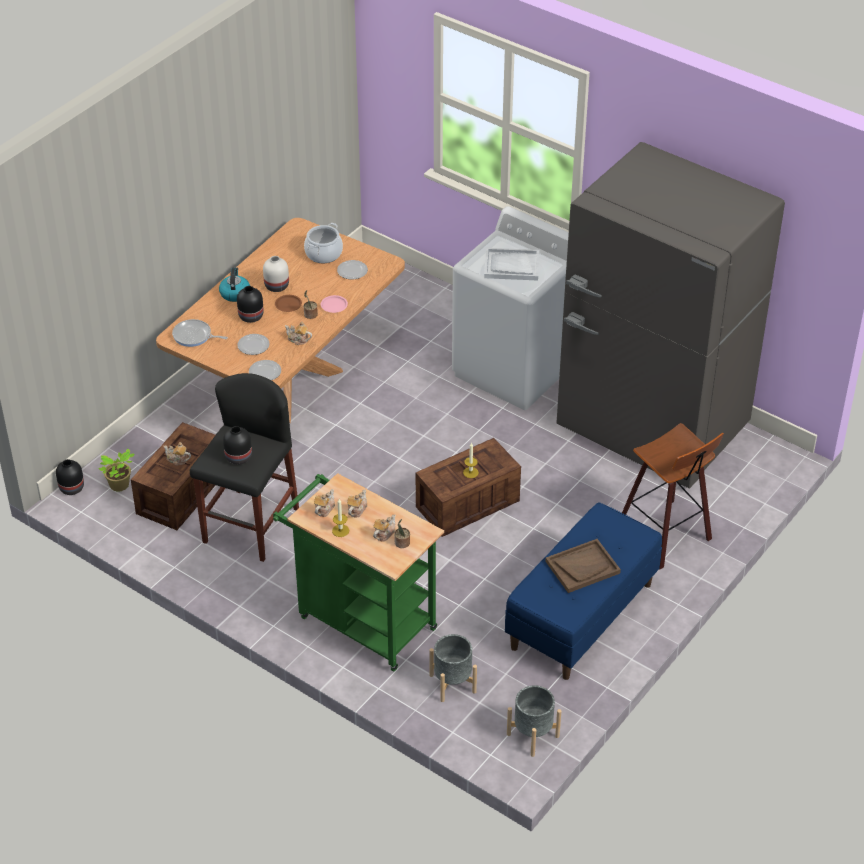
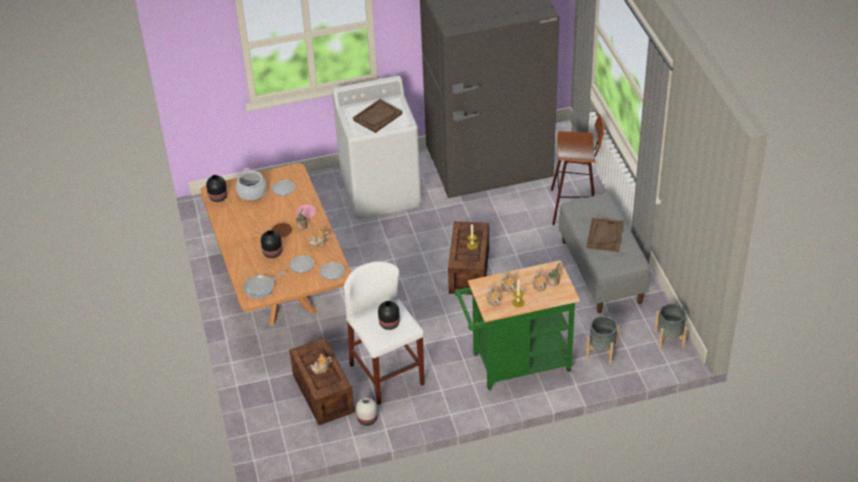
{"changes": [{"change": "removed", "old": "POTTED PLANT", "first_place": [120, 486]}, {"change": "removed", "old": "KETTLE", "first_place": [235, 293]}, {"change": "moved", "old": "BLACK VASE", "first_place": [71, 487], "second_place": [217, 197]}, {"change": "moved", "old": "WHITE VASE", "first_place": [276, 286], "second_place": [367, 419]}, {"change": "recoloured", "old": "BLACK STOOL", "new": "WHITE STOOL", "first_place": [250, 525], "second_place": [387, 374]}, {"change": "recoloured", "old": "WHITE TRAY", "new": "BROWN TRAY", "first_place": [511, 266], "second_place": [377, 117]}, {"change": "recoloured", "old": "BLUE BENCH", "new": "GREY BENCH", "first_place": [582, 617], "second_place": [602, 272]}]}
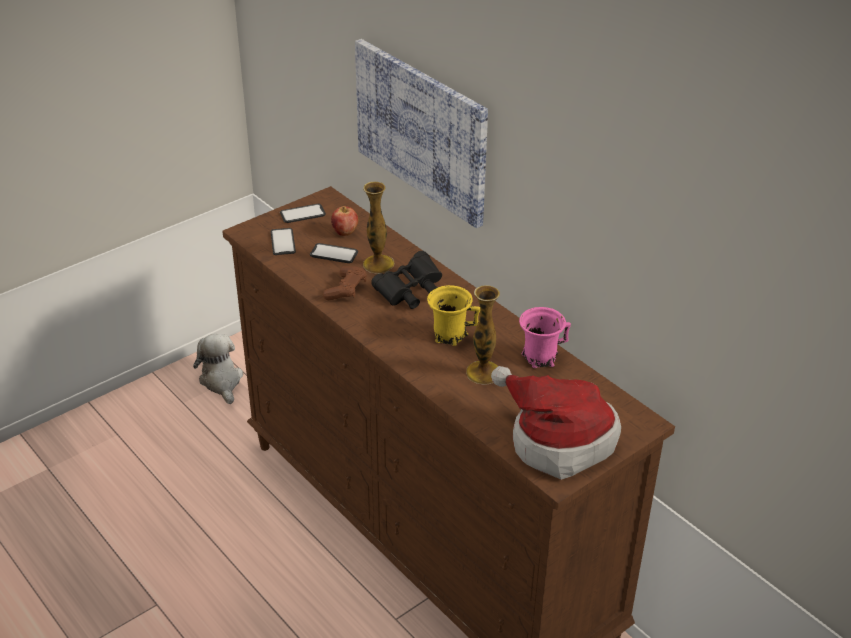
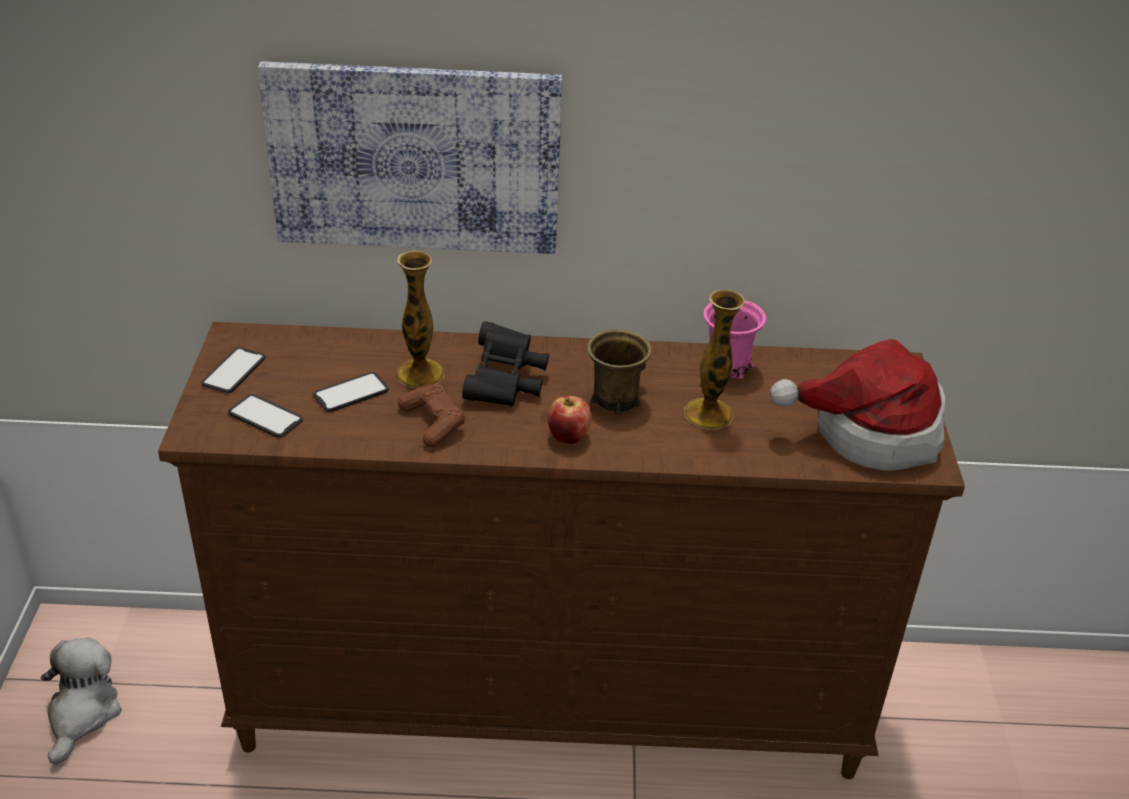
{"changes": [{"change": "moved", "old": "APPLE", "first_place": [345, 232], "second_place": [568, 437]}, {"change": "recoloured", "old": "YELLOW MUG", "new": "BROWN MUG", "first_place": [449, 334], "second_place": [615, 399]}, {"change": "turned", "old": "PLUSH TOY", "first_place": [221, 381], "second_place": [82, 714], "degrees": 75}]}
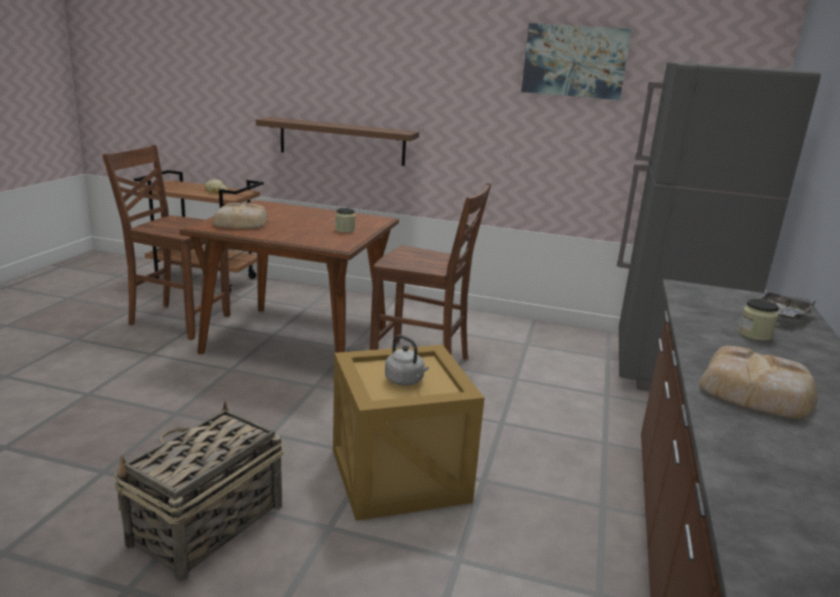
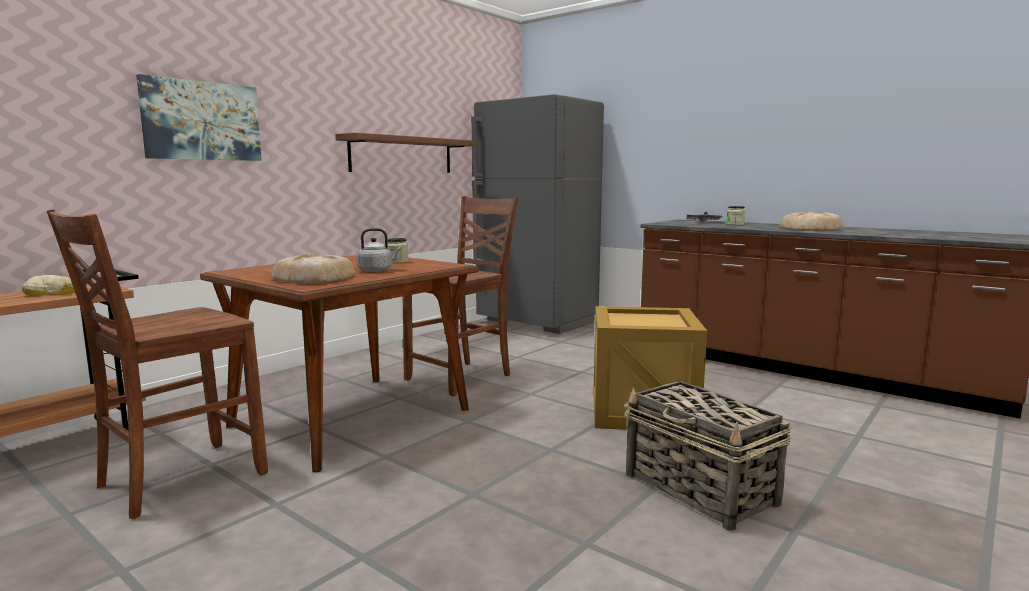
{"changes": [{"change": "moved", "old": "BROWN SHELF", "first_place": [342, 141], "second_place": [402, 155]}, {"change": "moved", "old": "GREY KETTLE", "first_place": [405, 381], "second_place": [377, 270]}, {"change": "moved", "old": "PICTURE", "first_place": [574, 61], "second_place": [202, 121]}]}
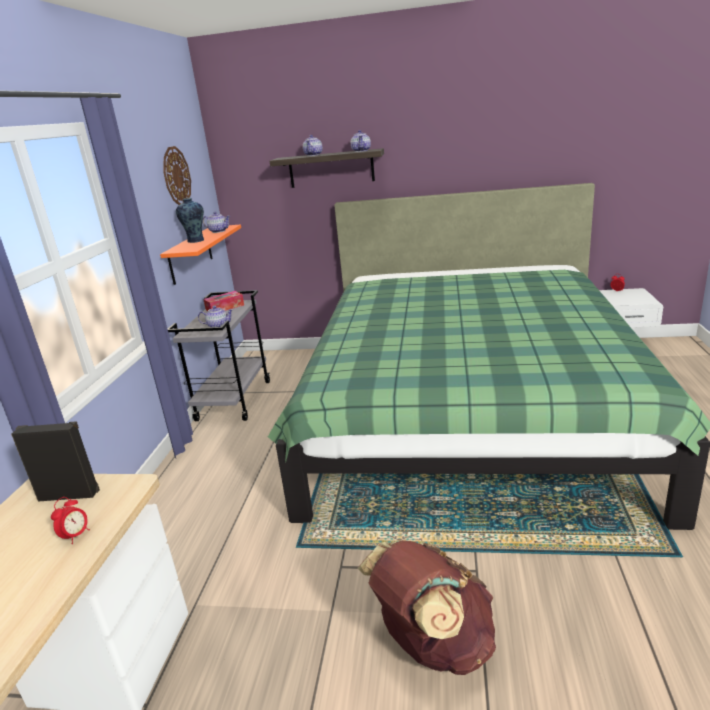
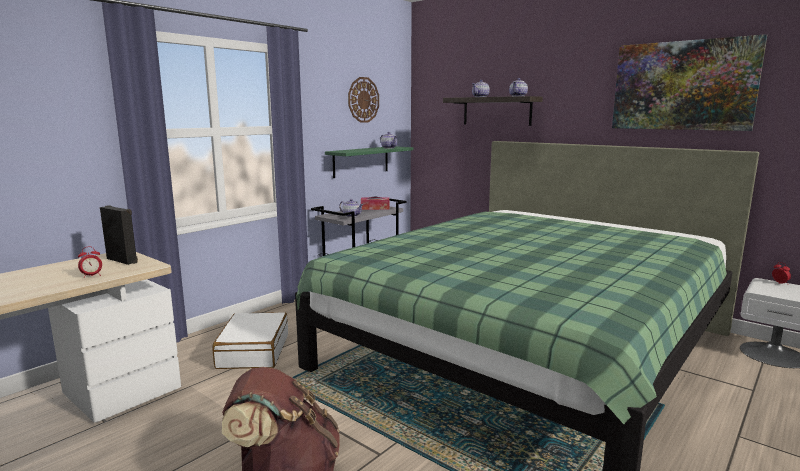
{"changes": [{"change": "removed", "old": "VASE", "first_place": [195, 241]}, {"change": "added", "new": "WHITE SUITCASE", "second_place": [253, 351]}, {"change": "added", "new": "PICTURE", "second_place": [683, 86]}, {"change": "recoloured", "old": "ORANGE SHELF", "new": "GREEN SHELF", "first_place": [190, 255], "second_place": [361, 161]}]}
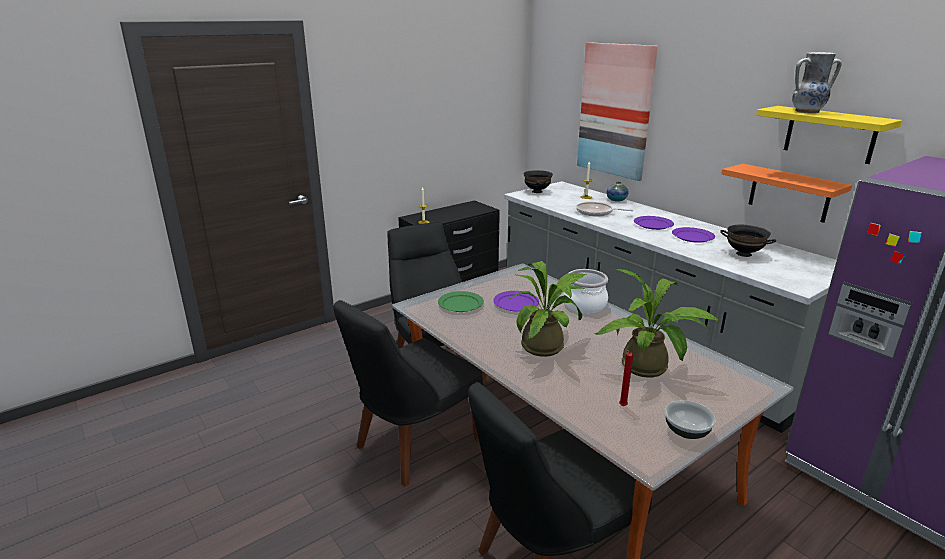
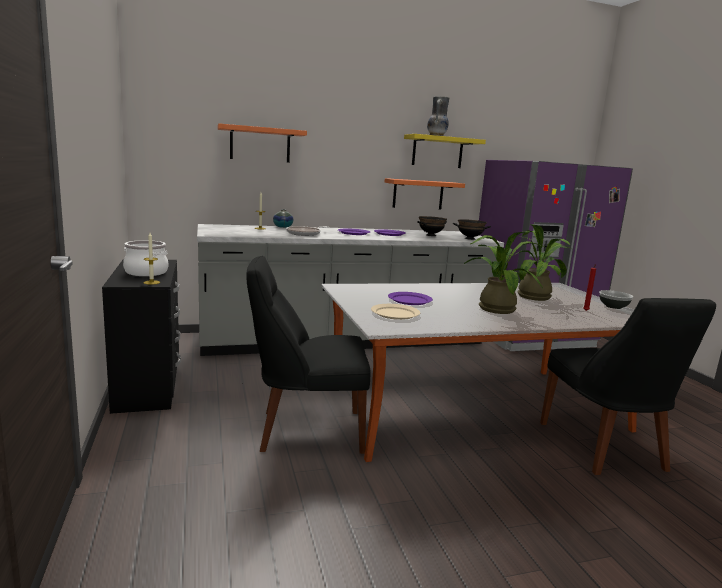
{"changes": [{"change": "removed", "old": "BLACK CHAIR", "first_place": [413, 445]}, {"change": "moved", "old": "BLACK BOWL", "first_place": [537, 191], "second_place": [470, 238]}, {"change": "moved", "old": "COOKING POT", "first_place": [584, 305], "second_place": [146, 272]}, {"change": "replaced", "old": "PICTURE", "new": "ORANGE SHELF", "first_place": [615, 110], "second_place": [260, 144]}, {"change": "recoloured", "old": "GREEN PLATE", "new": "BEIGE PLATE", "first_place": [460, 304], "second_place": [395, 314]}]}
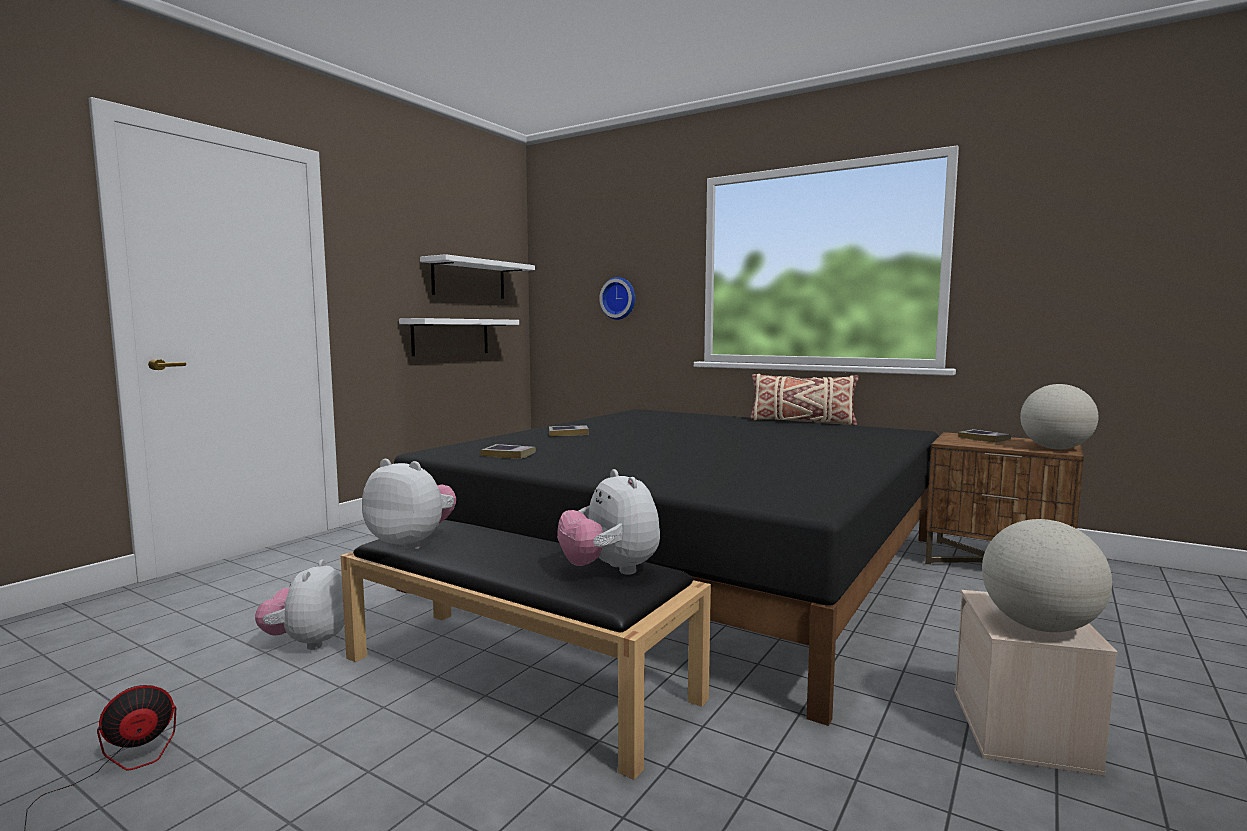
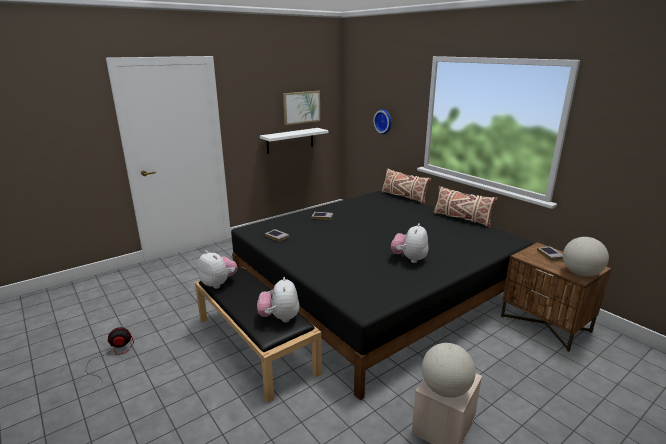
{"changes": [{"change": "added", "new": "BEIGE PILLOW", "second_place": [404, 197]}, {"change": "moved", "old": "PLUSH TOY", "first_place": [307, 642], "second_place": [409, 259]}, {"change": "replaced", "old": "WHITE SHELF", "new": "PICTURE", "first_place": [469, 279], "second_place": [301, 107]}]}
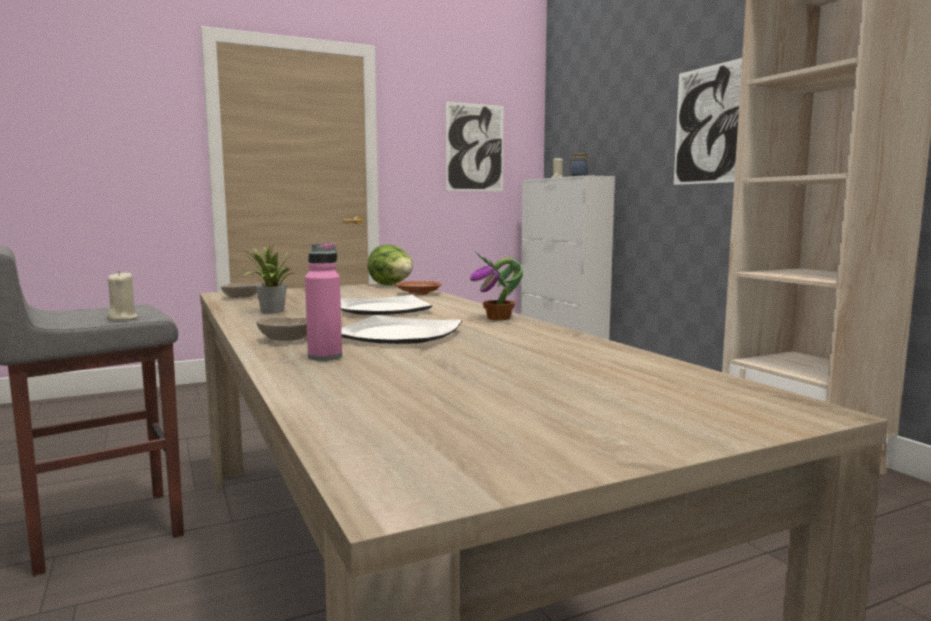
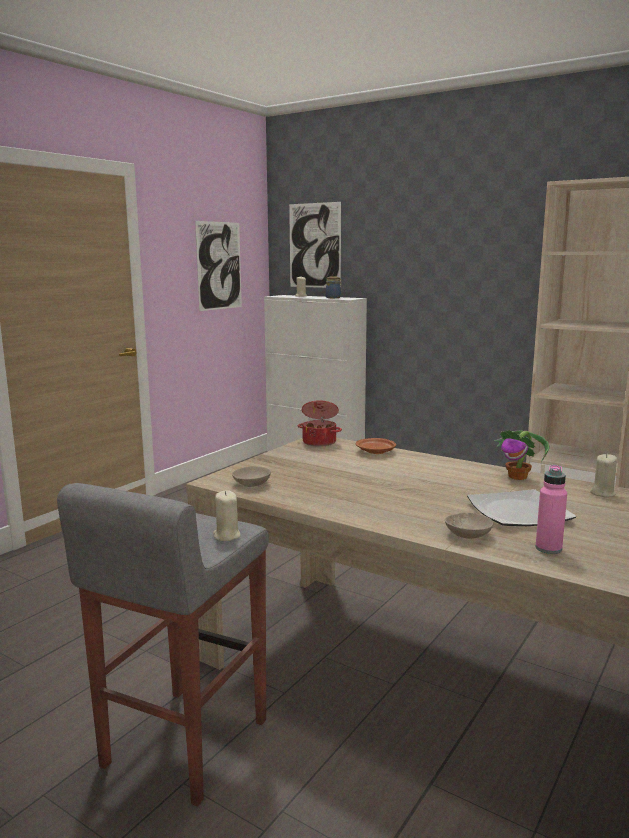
{"changes": [{"change": "removed", "old": "POTTED PLANT", "first_place": [270, 311]}, {"change": "removed", "old": "PLATE", "first_place": [381, 309]}, {"change": "added", "new": "BEIGE CANDLE", "second_place": [602, 493]}, {"change": "moved", "old": "PICTURE", "first_place": [707, 125], "second_place": [314, 245]}, {"change": "replaced", "old": "LETTUCE", "new": "COOKING POT", "first_place": [392, 285], "second_place": [319, 442]}]}
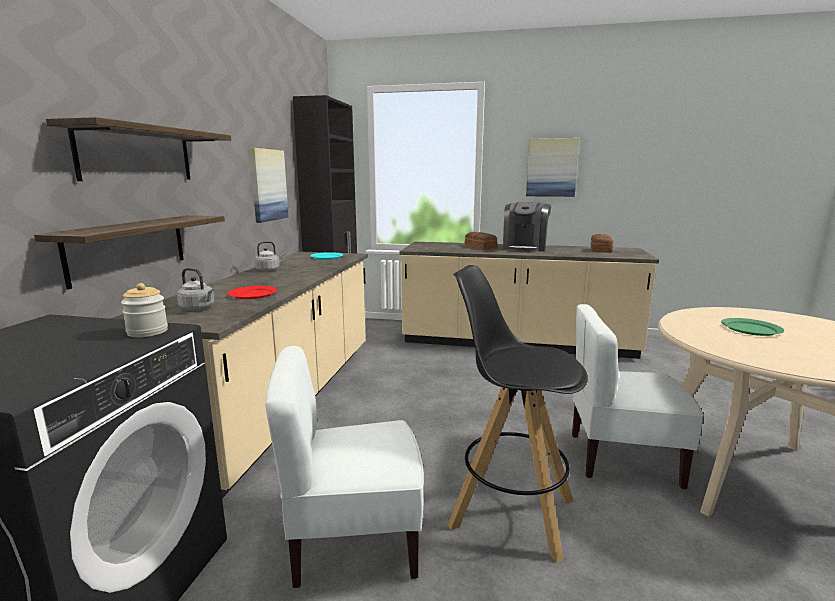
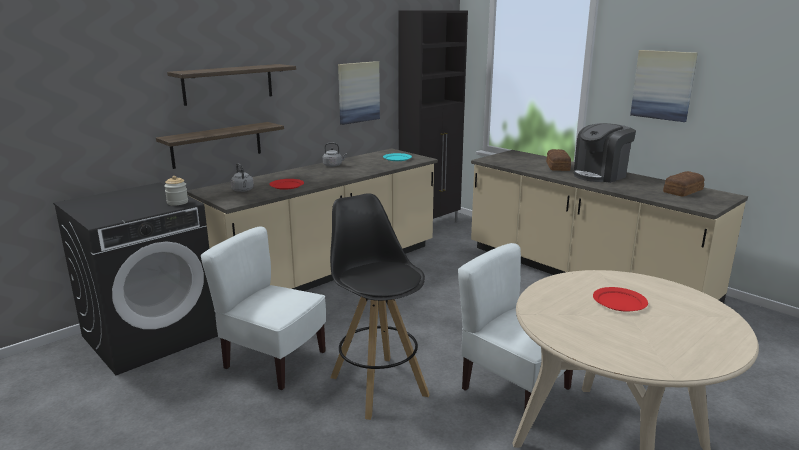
{"changes": [{"change": "recoloured", "old": "GREEN PLATE", "new": "RED PLATE", "first_place": [750, 329], "second_place": [619, 301]}]}
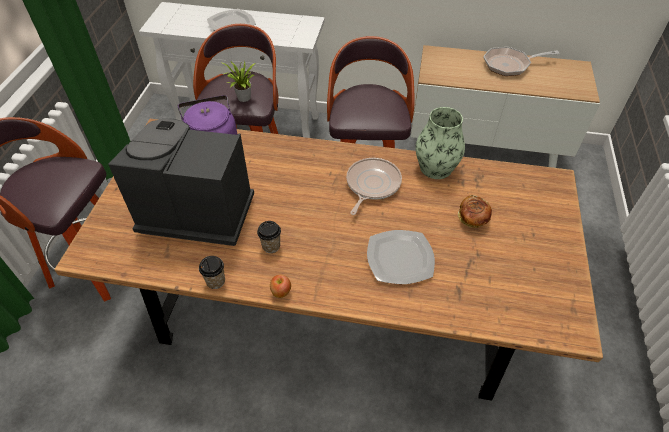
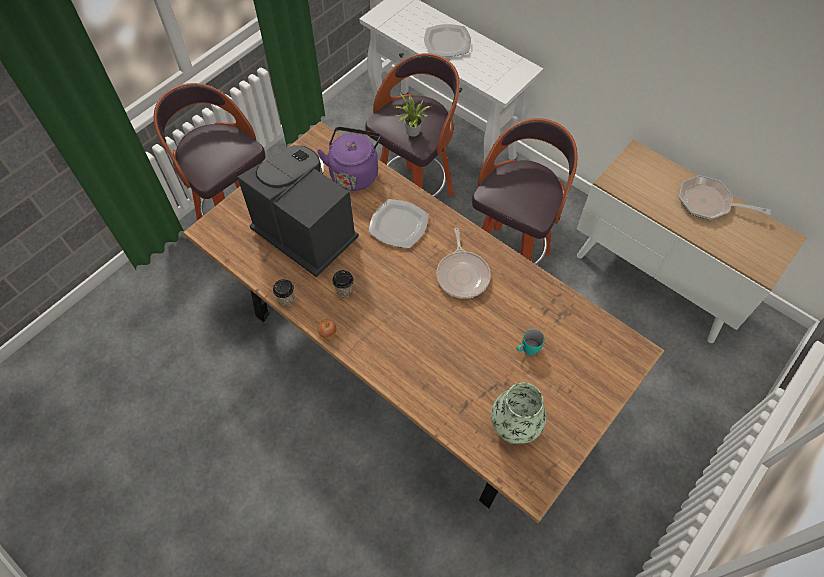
{"changes": [{"change": "moved", "old": "PLATE", "first_place": [401, 259], "second_place": [399, 225]}, {"change": "moved", "old": "VASE", "first_place": [436, 167], "second_place": [514, 426]}, {"change": "replaced", "old": "BREAD", "new": "TURQUOISE MUG", "first_place": [472, 219], "second_place": [527, 350]}, {"change": "turned", "old": "FRYING PAN", "first_place": [371, 185], "second_place": [462, 274], "degrees": 120}]}
